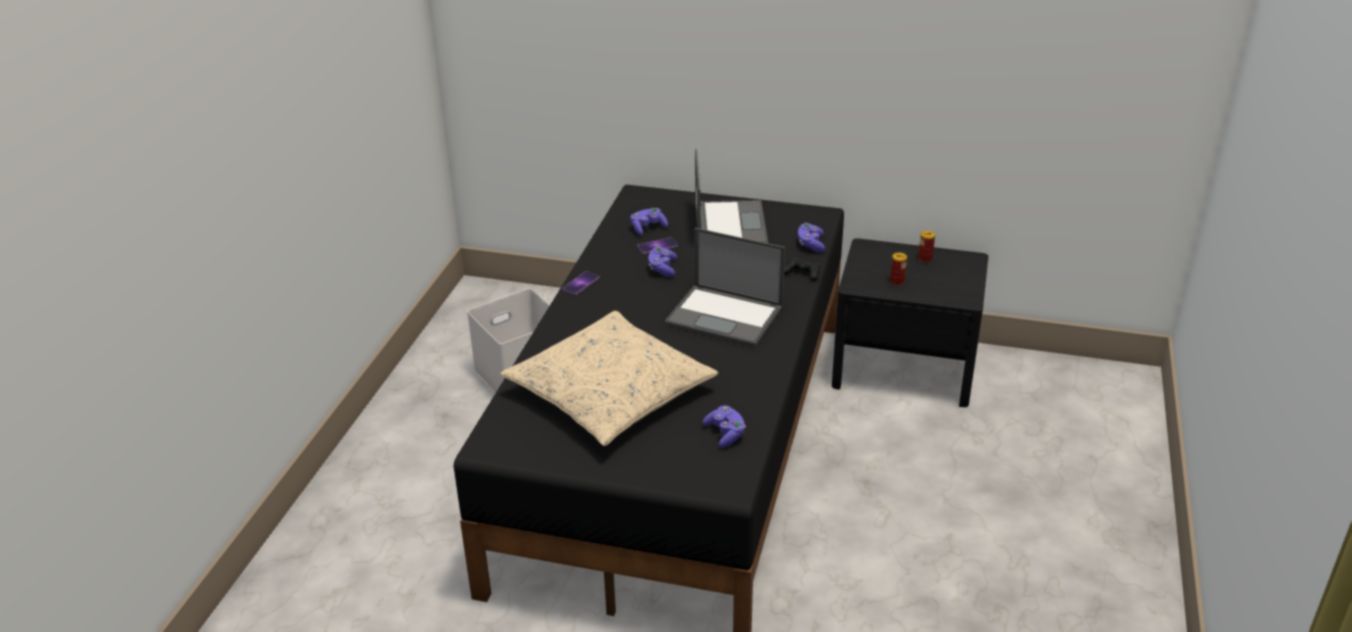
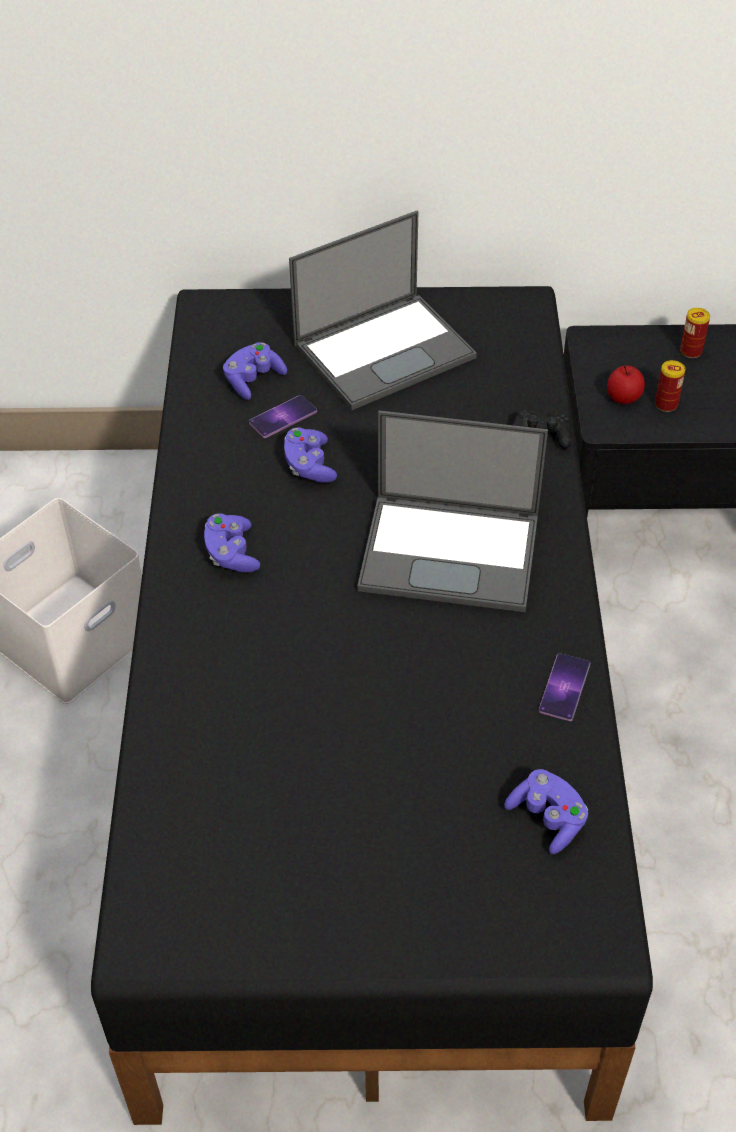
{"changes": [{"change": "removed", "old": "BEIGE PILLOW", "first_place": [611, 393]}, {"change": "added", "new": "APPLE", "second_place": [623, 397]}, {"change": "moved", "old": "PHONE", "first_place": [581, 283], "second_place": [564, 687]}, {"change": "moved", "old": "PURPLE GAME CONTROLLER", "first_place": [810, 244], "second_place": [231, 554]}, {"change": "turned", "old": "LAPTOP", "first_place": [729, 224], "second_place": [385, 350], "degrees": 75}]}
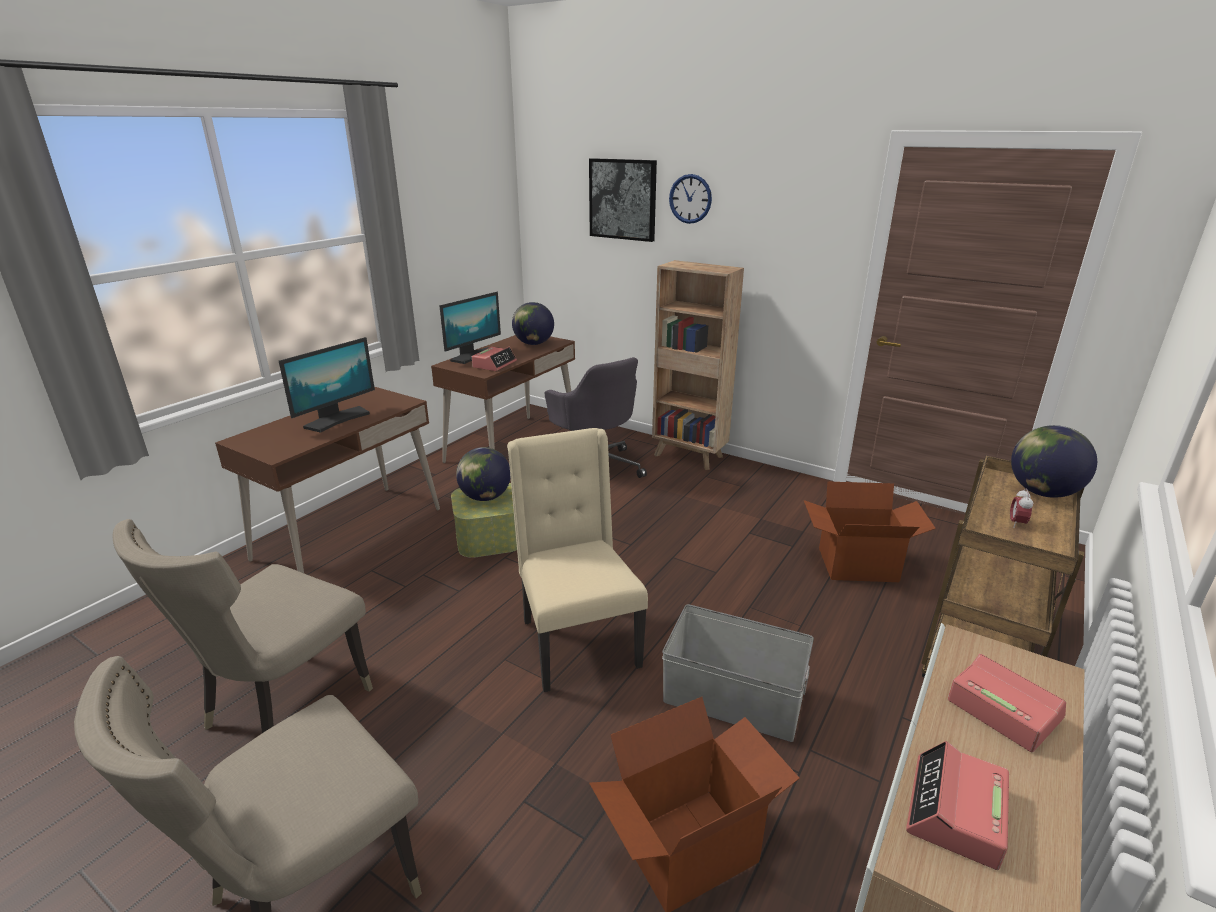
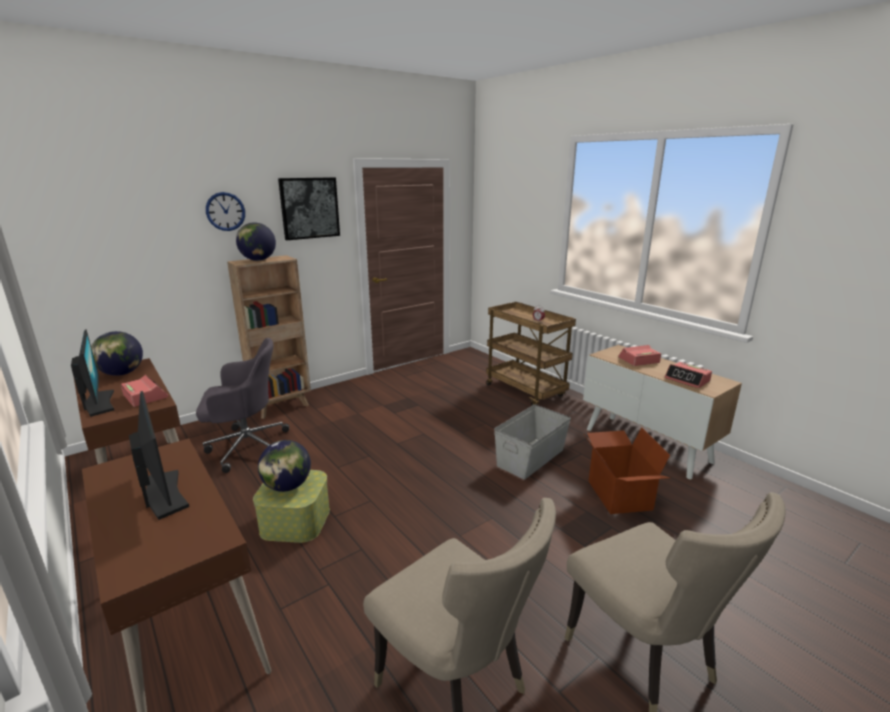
{"changes": [{"change": "removed", "old": "BEIGE CHAIR", "first_place": [576, 642]}, {"change": "removed", "old": "CARDBOARD BOX", "first_place": [858, 566]}, {"change": "moved", "old": "PICTURE", "first_place": [623, 199], "second_place": [309, 208]}, {"change": "moved", "old": "GLOBE", "first_place": [1042, 492], "second_place": [258, 260]}]}
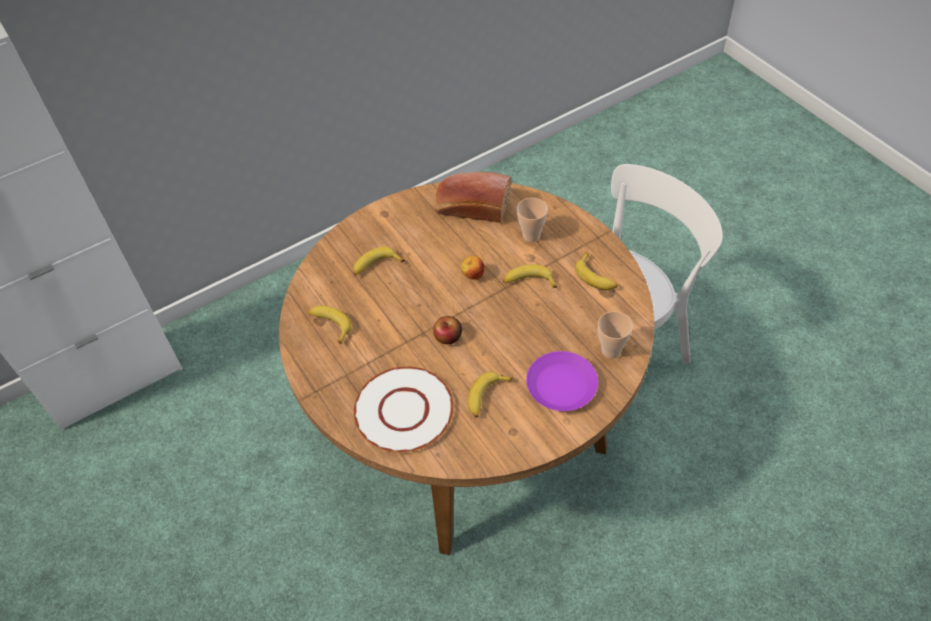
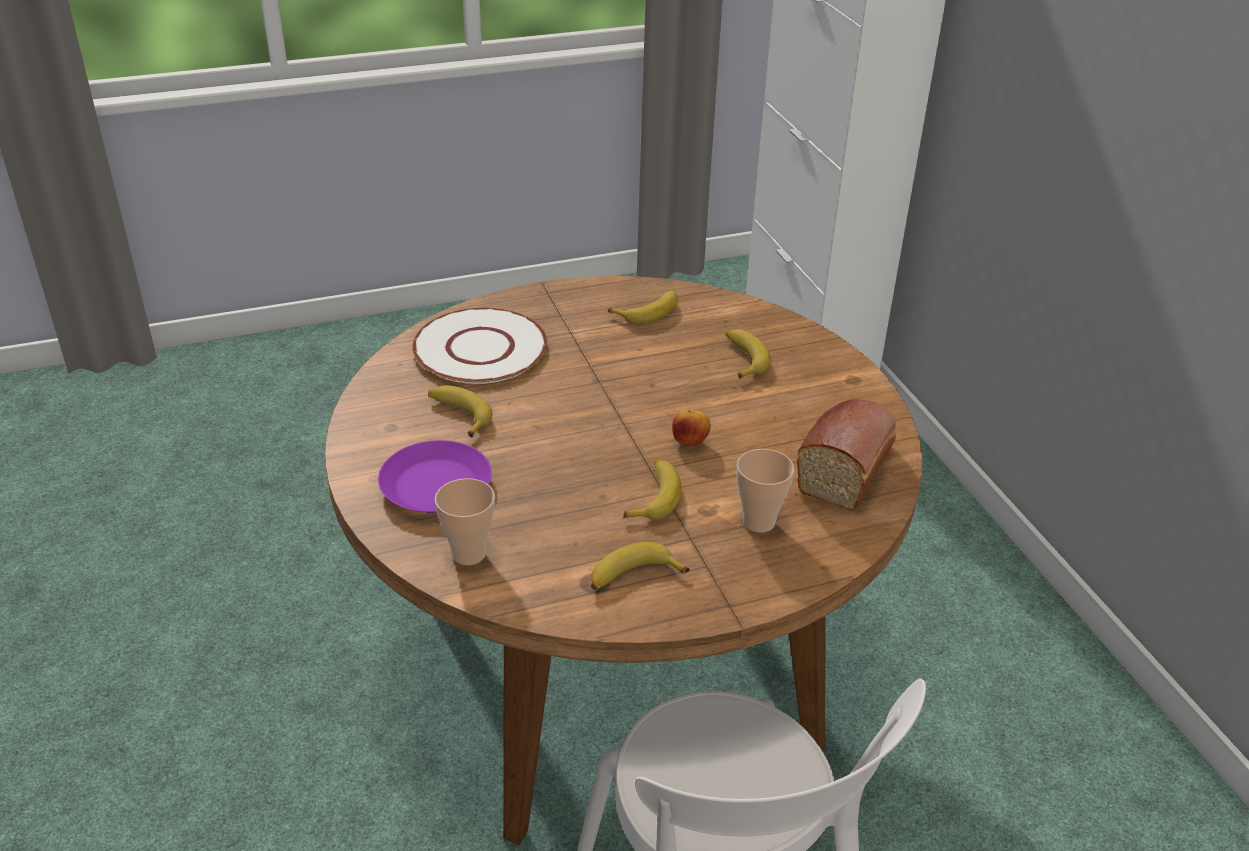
{"changes": [{"change": "removed", "old": "APPLE", "first_place": [448, 337]}]}
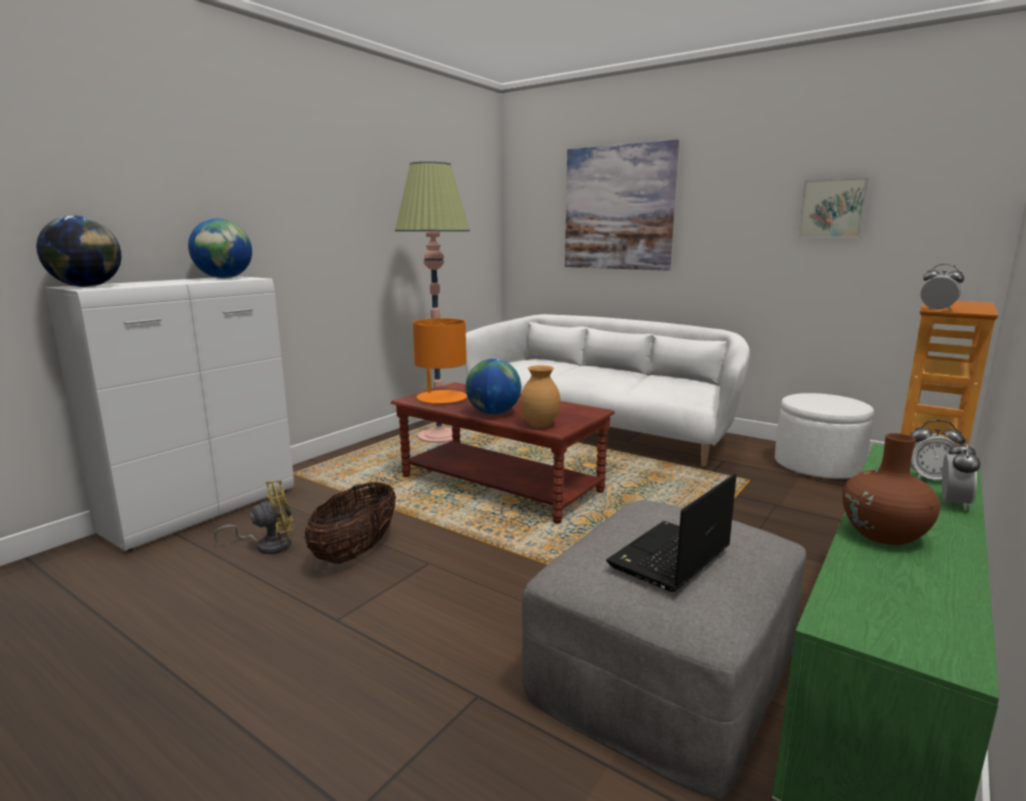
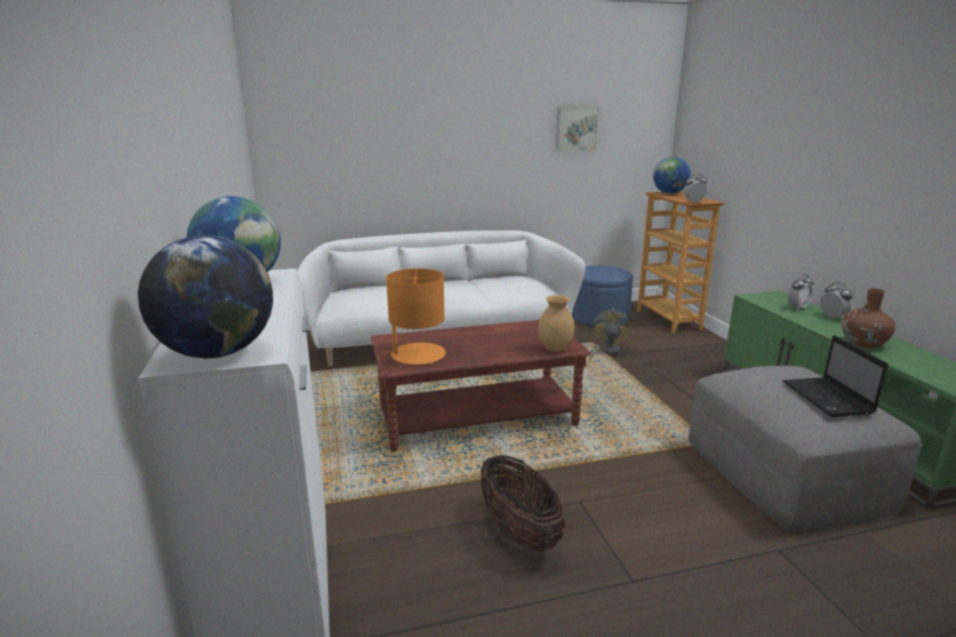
{"changes": [{"change": "removed", "old": "FLOOR LAMP", "first_place": [439, 436]}, {"change": "removed", "old": "PICTURE", "first_place": [618, 208]}, {"change": "moved", "old": "YELLOW FAN", "first_place": [268, 545], "second_place": [606, 351]}, {"change": "moved", "old": "GLOBE", "first_place": [493, 413], "second_place": [669, 193]}, {"change": "recoloured", "old": "WHITE OTTOMAN", "new": "BLUE OTTOMAN", "first_place": [818, 466], "second_place": [598, 318]}]}
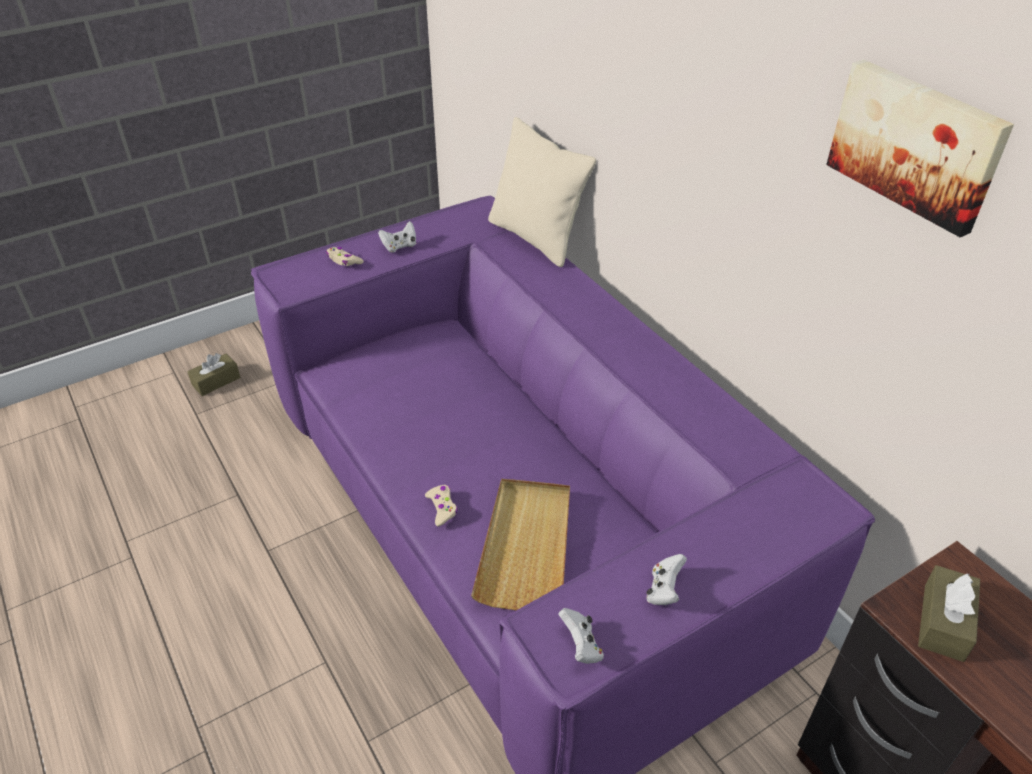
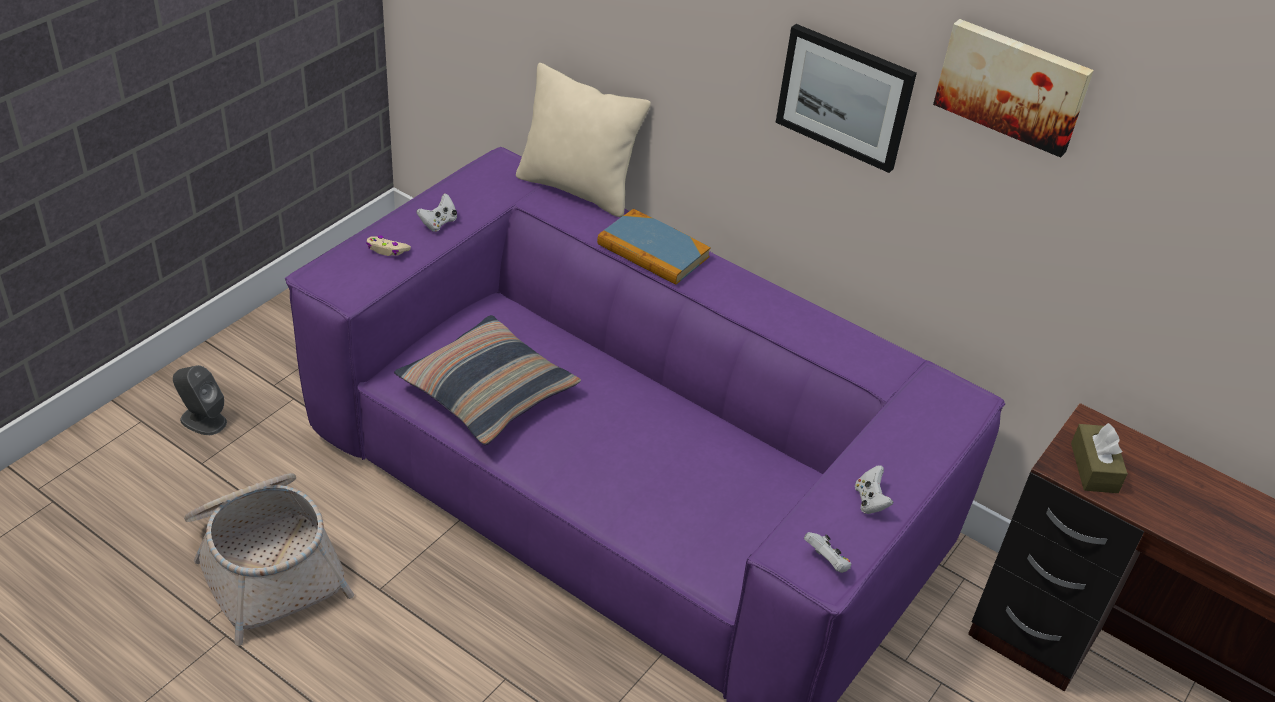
{"changes": [{"change": "removed", "old": "BEIGE GAME CONTROLLER", "first_place": [442, 508]}, {"change": "removed", "old": "BEIGE TRAY", "first_place": [526, 546]}, {"change": "added", "new": "BASKET", "second_place": [266, 563]}, {"change": "added", "new": "PILLOW", "second_place": [488, 392]}, {"change": "added", "new": "BOOK", "second_place": [653, 251]}, {"change": "added", "new": "PICTURE", "second_place": [845, 96]}, {"change": "replaced", "old": "BROWN TISSUE BOX", "new": "GREY SPEAKER", "first_place": [216, 381], "second_place": [203, 420]}]}
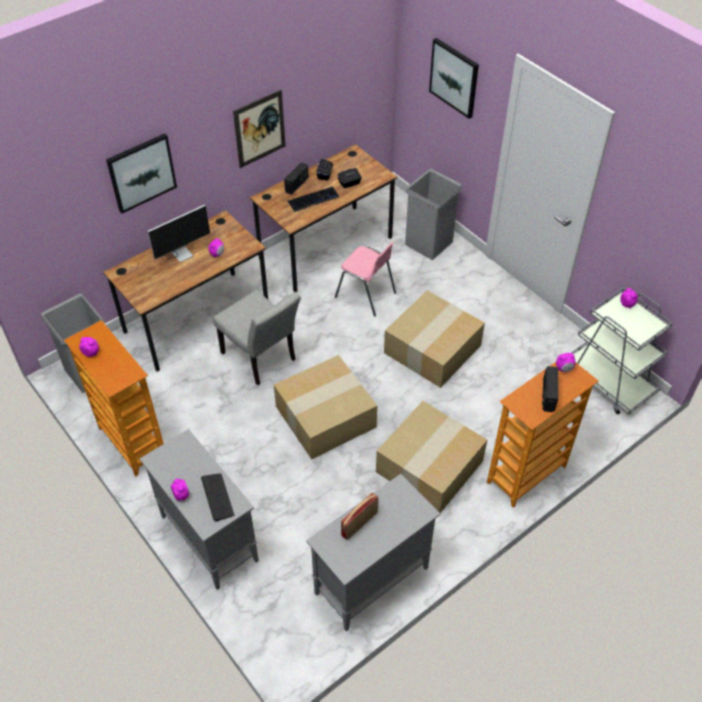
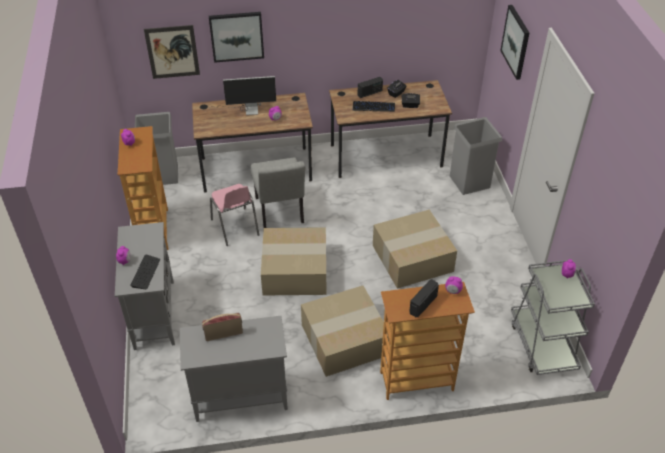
{"changes": [{"change": "moved", "old": "PICTURE", "first_place": [259, 129], "second_place": [172, 52]}, {"change": "moved", "old": "PINK CHAIR", "first_place": [366, 295], "second_place": [235, 227]}]}
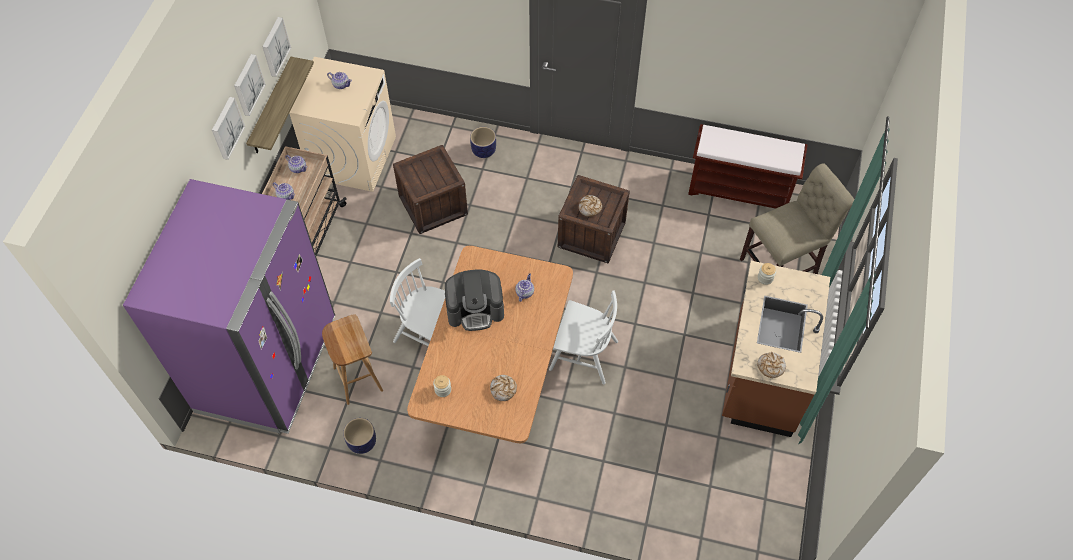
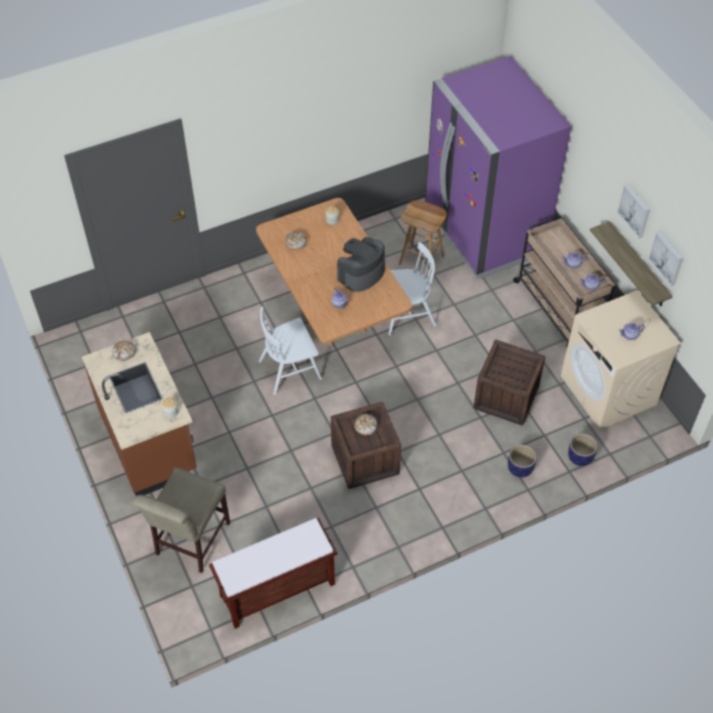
{"changes": [{"change": "removed", "old": "PICTURE", "first_place": [226, 128]}, {"change": "moved", "old": "PLANTER", "first_place": [362, 442], "second_place": [580, 458]}]}
